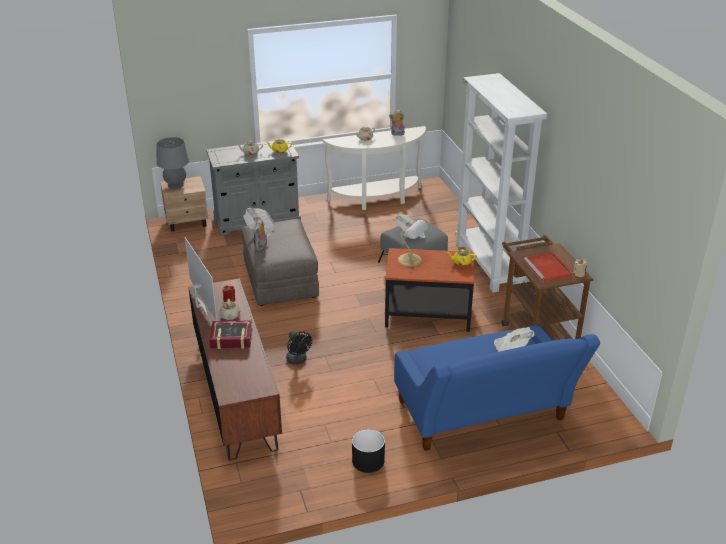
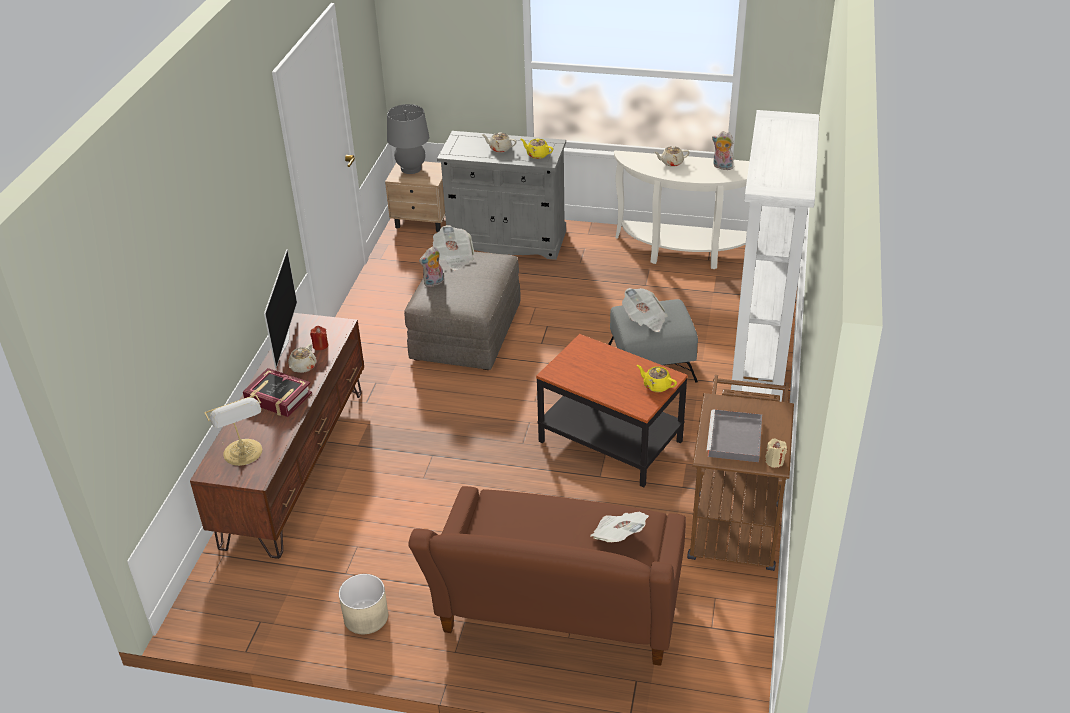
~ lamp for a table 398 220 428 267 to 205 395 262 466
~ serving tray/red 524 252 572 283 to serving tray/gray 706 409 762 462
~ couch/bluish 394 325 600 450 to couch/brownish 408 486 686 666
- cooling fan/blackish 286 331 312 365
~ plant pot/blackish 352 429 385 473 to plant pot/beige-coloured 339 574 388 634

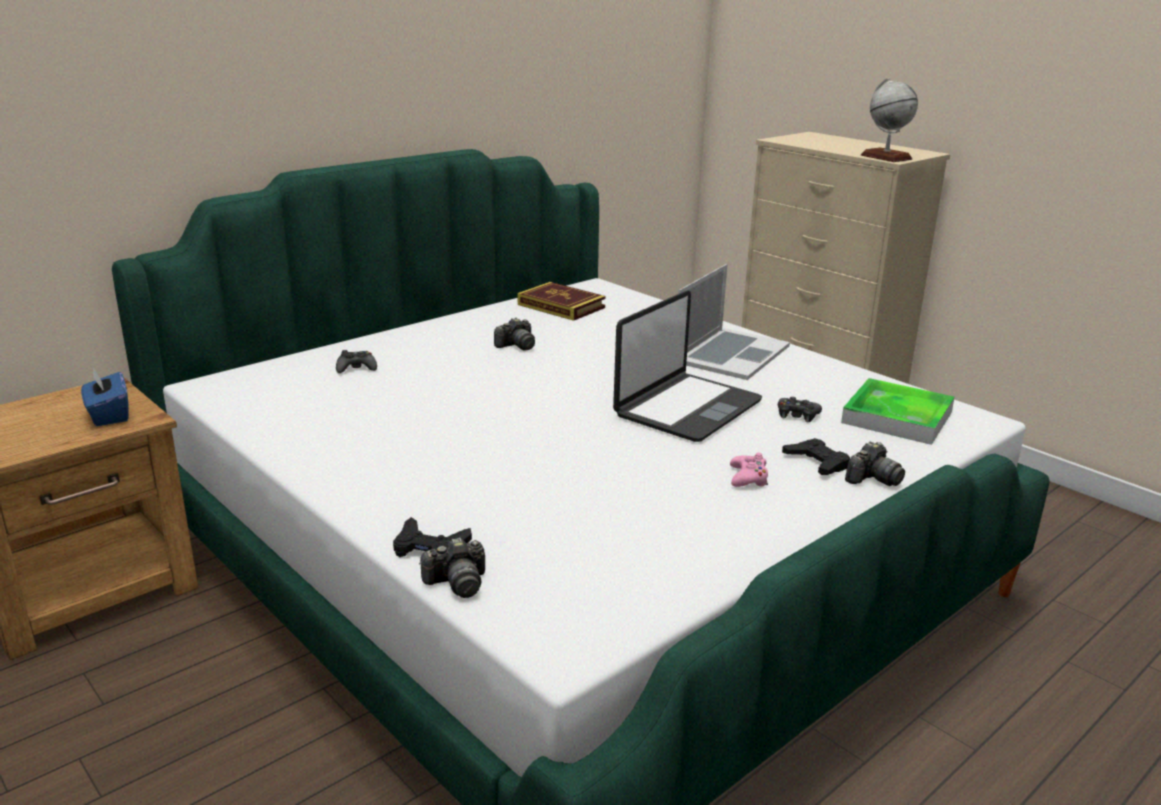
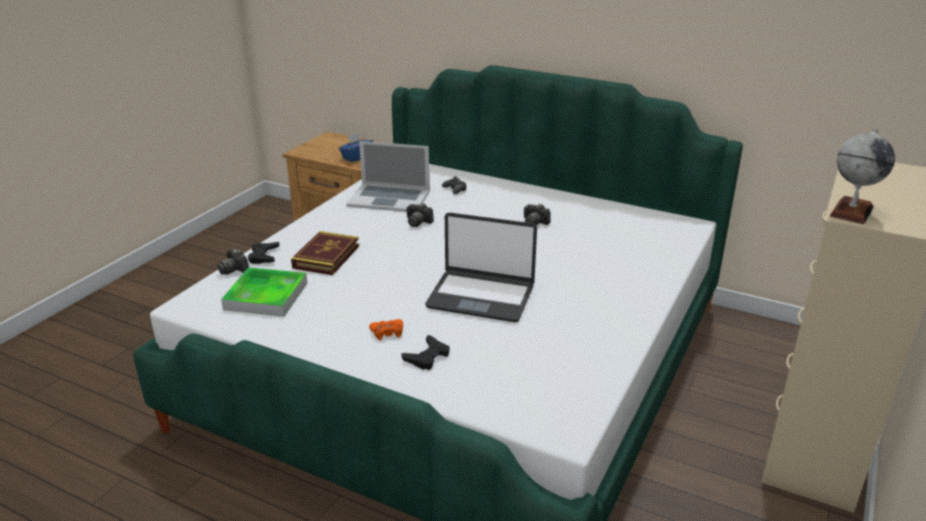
~ portable computer 678 264 790 380 to 346 141 430 212
~ bound book 518 282 606 321 to 291 231 359 275
~ serving tray 841 378 955 445 to 221 267 307 317
- gamepad/blackish 778 397 822 422
~ still camera 845 441 905 486 to 406 203 434 227
~ gamepad/pinkish 730 453 768 487 to gamepad/orange 369 319 403 340

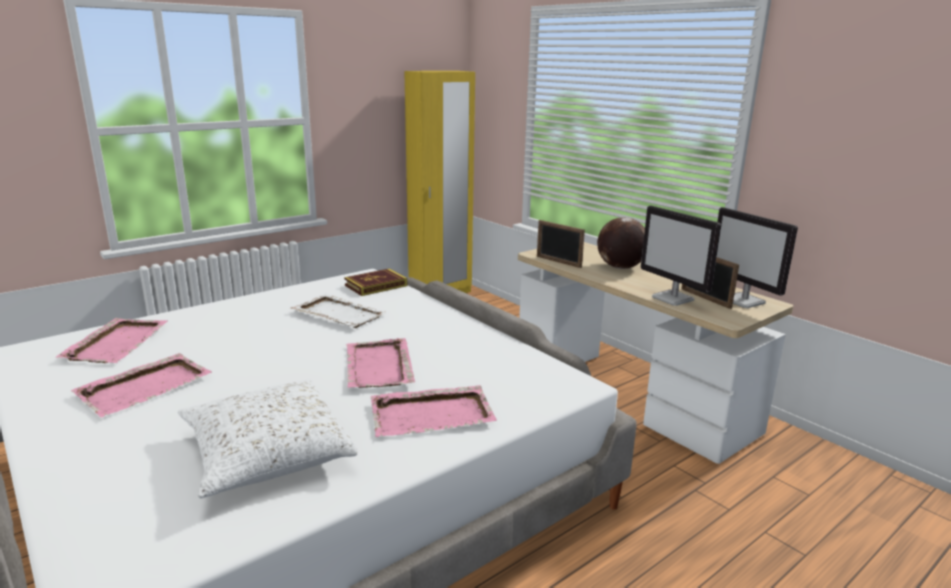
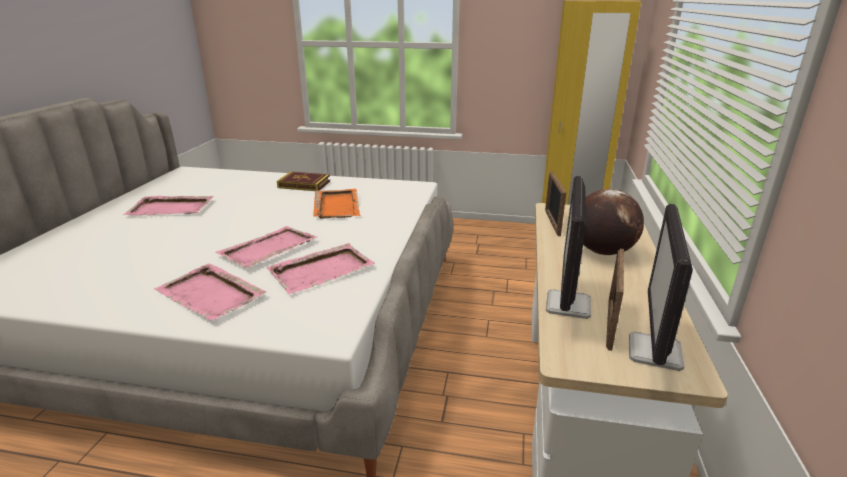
~ bound book 344 269 407 296 to 277 172 330 191
~ serving tray/whitish 290 294 389 328 to serving tray/orange 313 189 361 219
~ serving tray/pinkish 56 318 167 363 to 266 243 375 294
- cushion/whitish 178 380 358 498

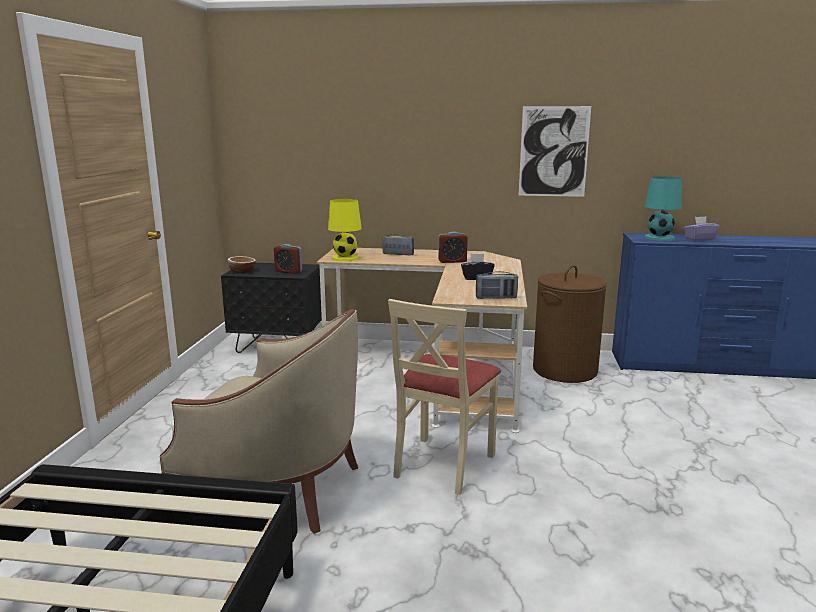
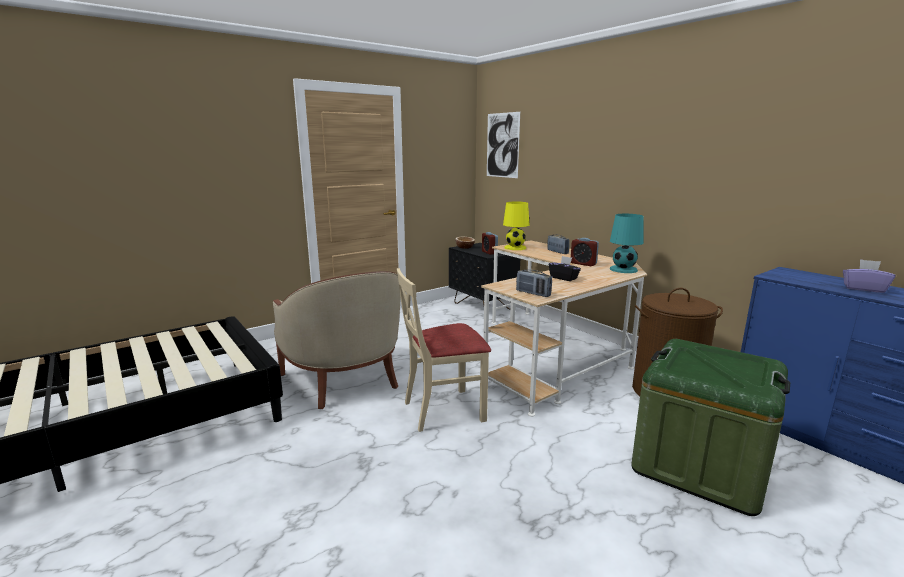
~ picture 519 106 591 197 to 487 112 520 178
~ lamp for a table/turquoise 644 176 682 241 to 610 214 644 273
+ storage box/green-coloured 631 339 790 516

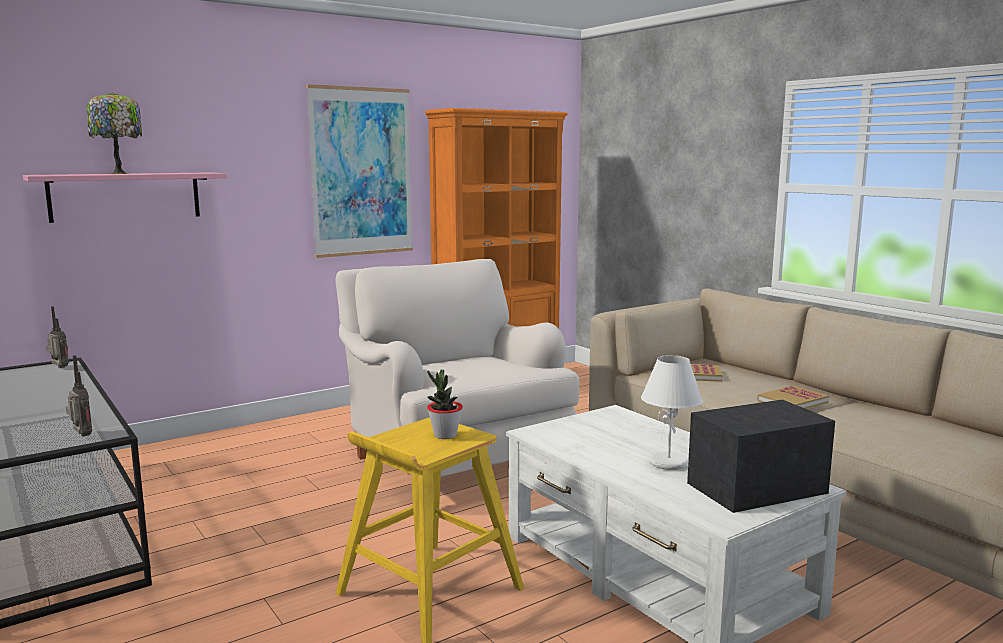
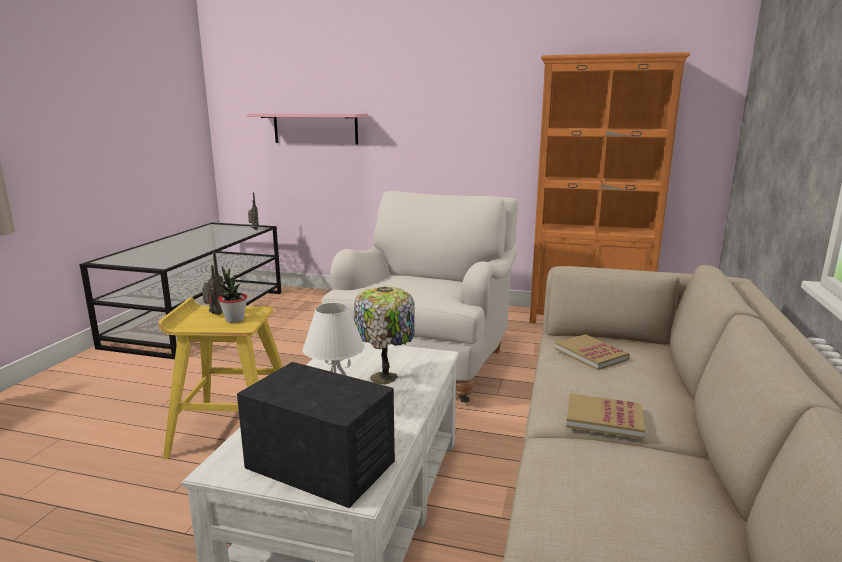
- picture 306 84 413 258
~ lamp for a table 87 93 142 174 to 354 286 415 385
~ radio receiver 66 355 92 437 to 202 252 225 315

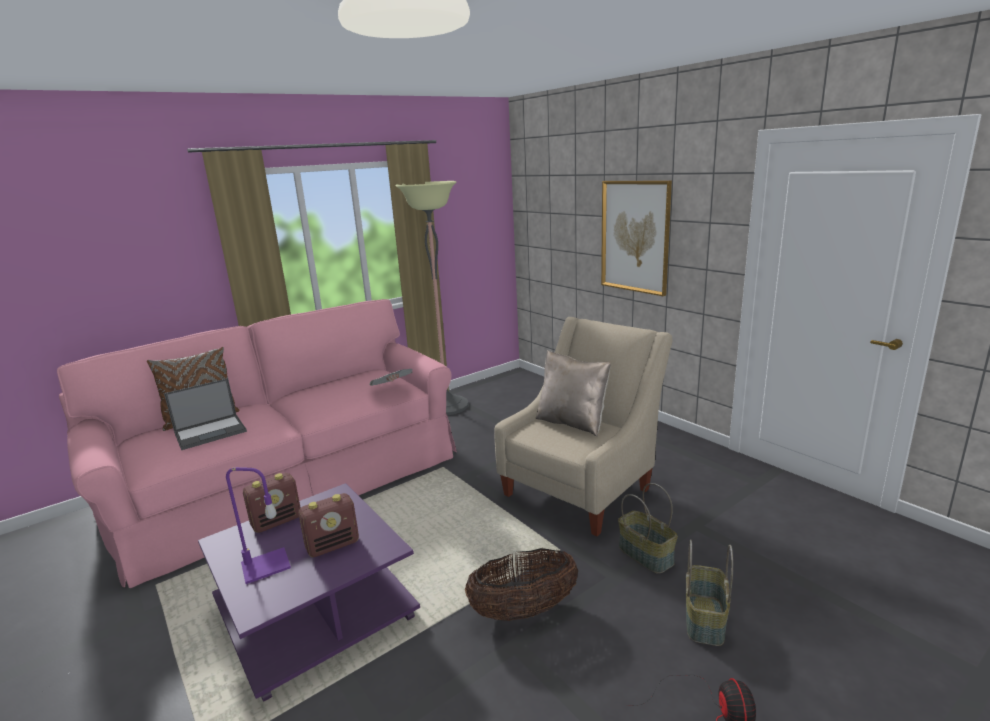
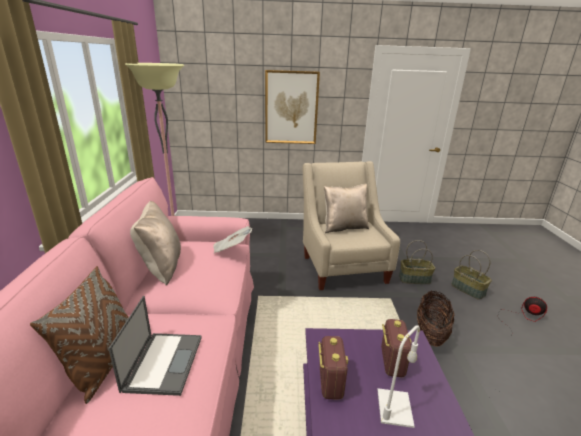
~ lamp for a table/purple-coloured 226 467 291 584 to lamp for a table/whitish 377 325 420 428
+ cushion/beige-coloured 130 201 181 285

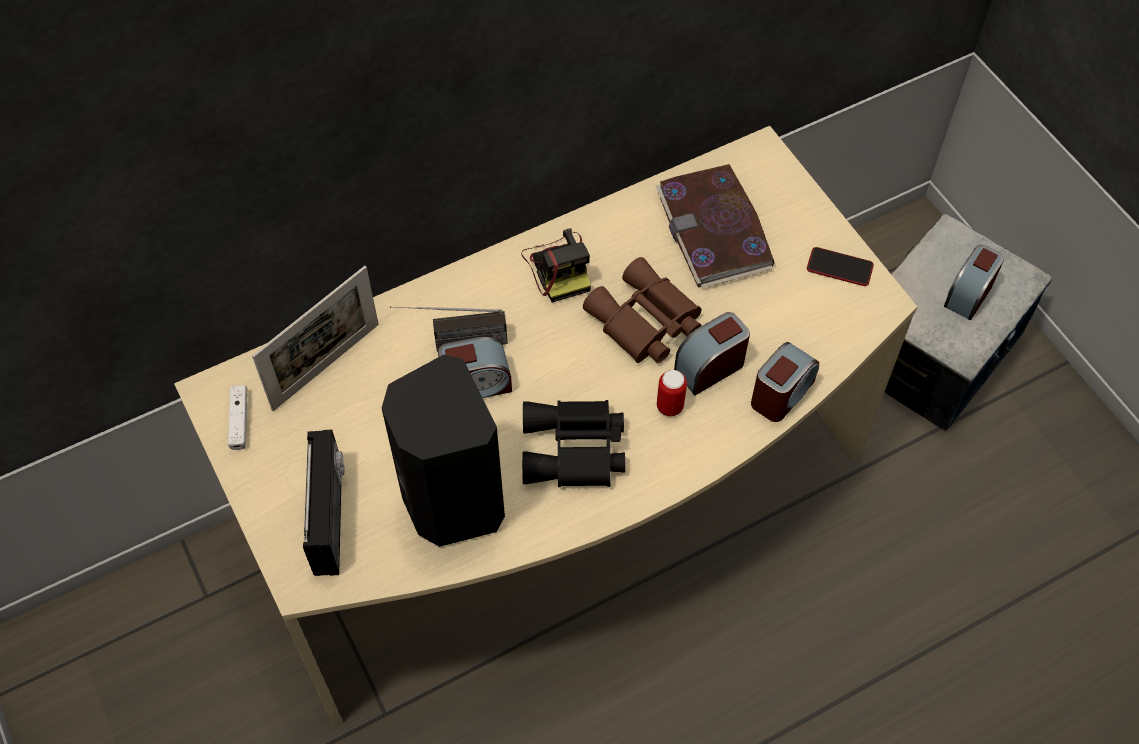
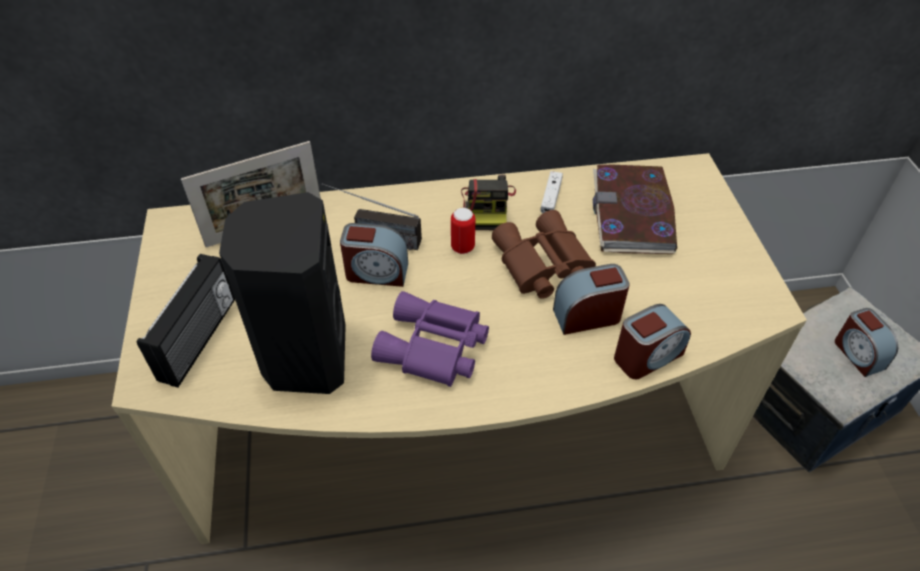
~ bedside clock 944 245 1004 320 = 835 308 898 377 75 degrees counterclockwise
- telephone 807 247 874 286
~ metal can 657 370 687 417 to 451 208 475 254
~ gamepad/whitish 228 385 247 450 to 541 171 563 214
~ field glasses/blackish 522 400 625 487 to field glasses/purple-coloured 371 291 489 387

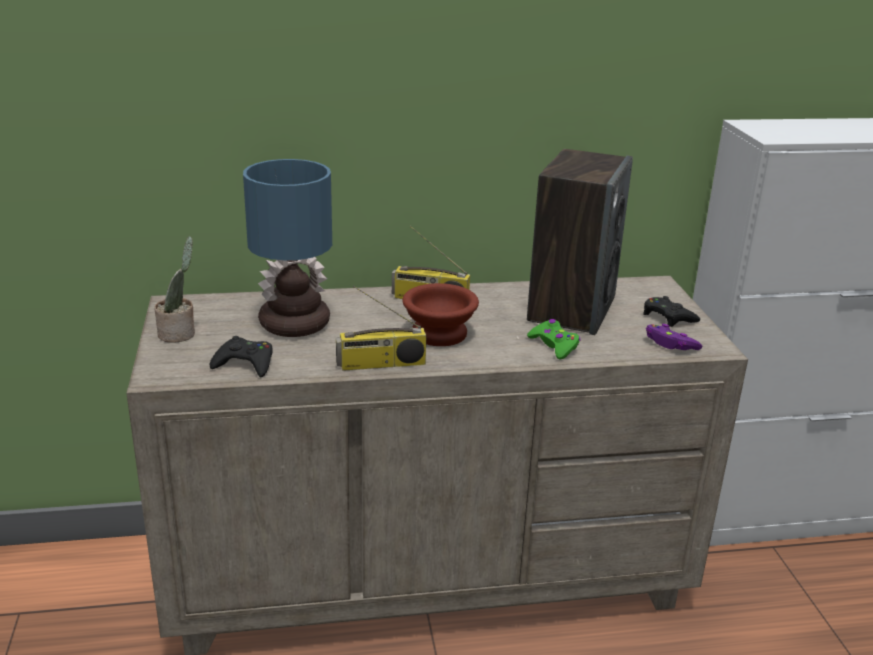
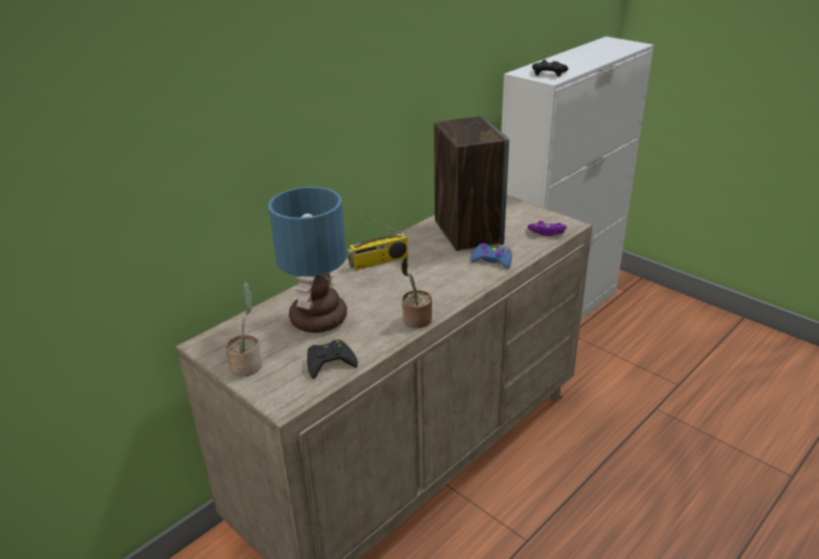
- serving bowl/brownish 402 283 479 346
~ radio receiver 336 286 426 371 to plant in a pot 401 257 432 328
~ gamepad/blackish 643 296 700 327 to 532 60 568 77
~ gamepad/green-coloured 527 319 581 359 to gamepad/bluish 470 243 512 269

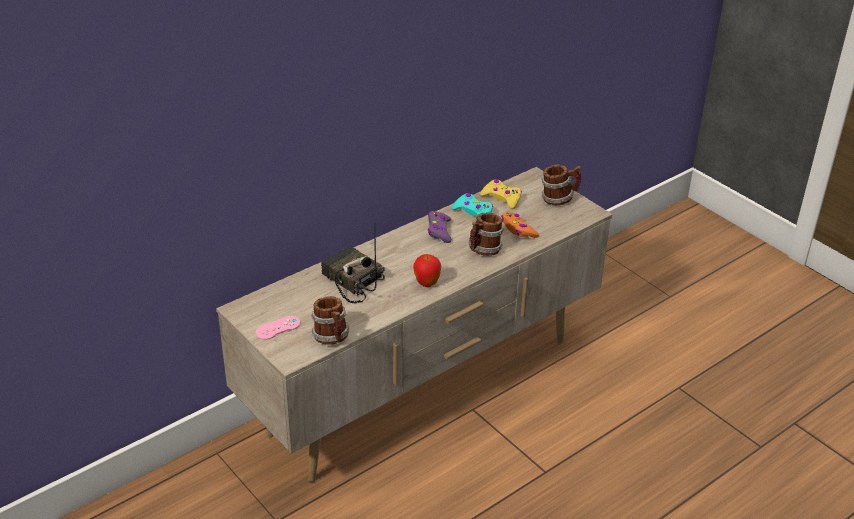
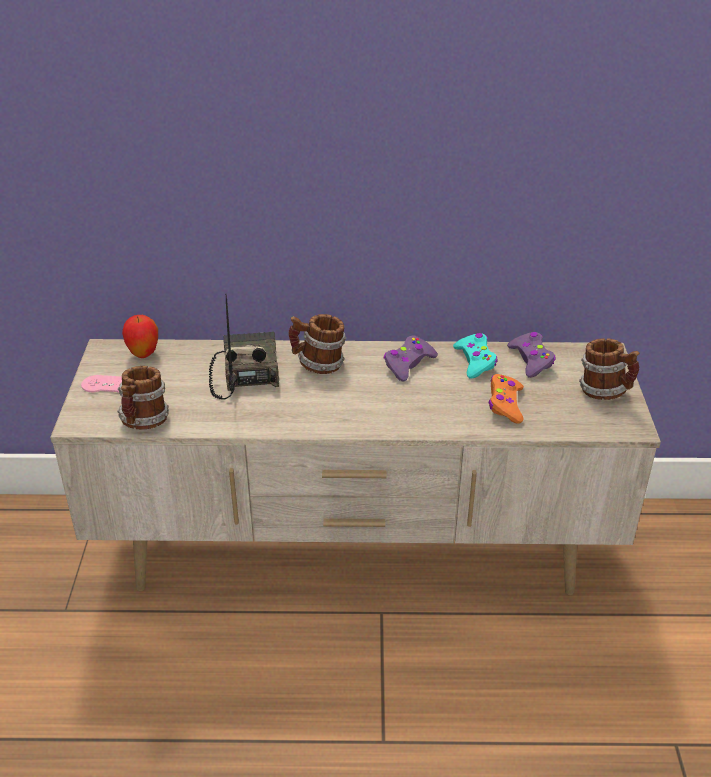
~ gamepad/yellowish 480 179 522 209 to gamepad/purple-coloured 507 332 556 378
~ tea mug 469 213 504 256 to 289 314 347 374
~ whole apple 413 254 441 287 to 122 315 158 358

